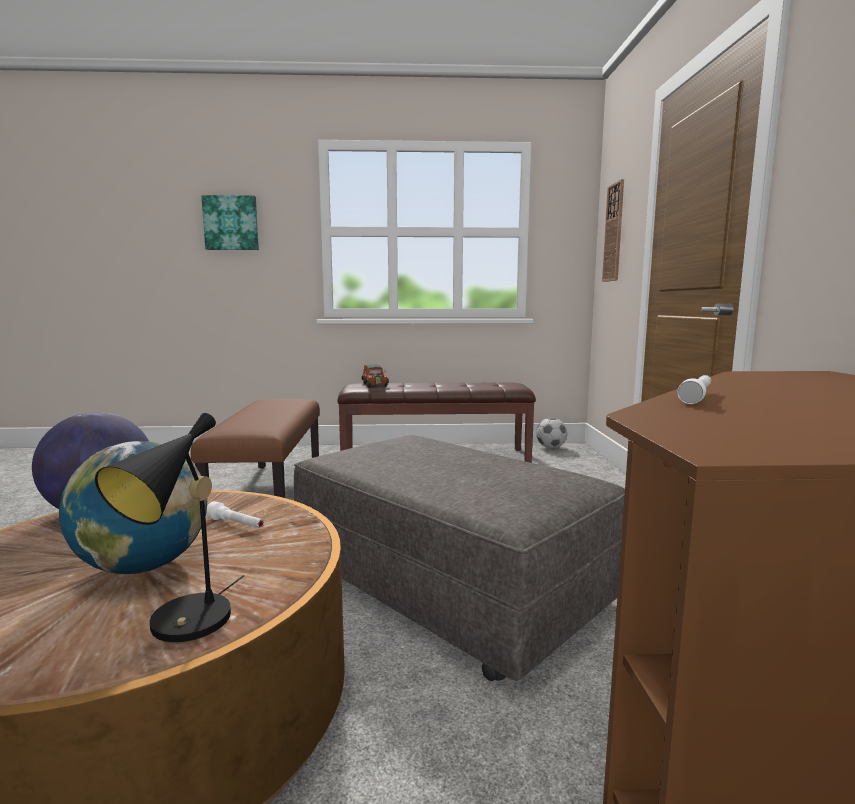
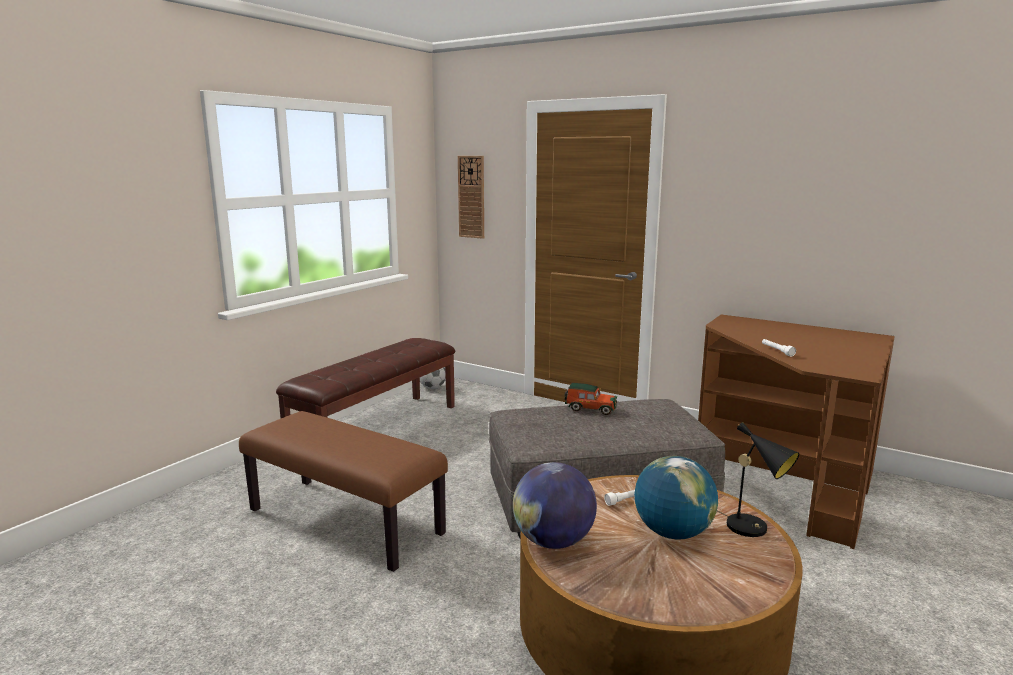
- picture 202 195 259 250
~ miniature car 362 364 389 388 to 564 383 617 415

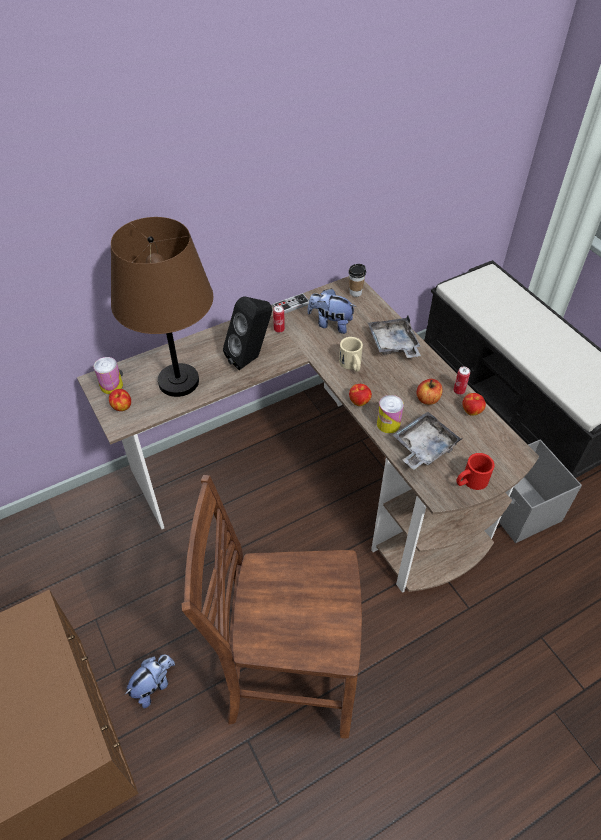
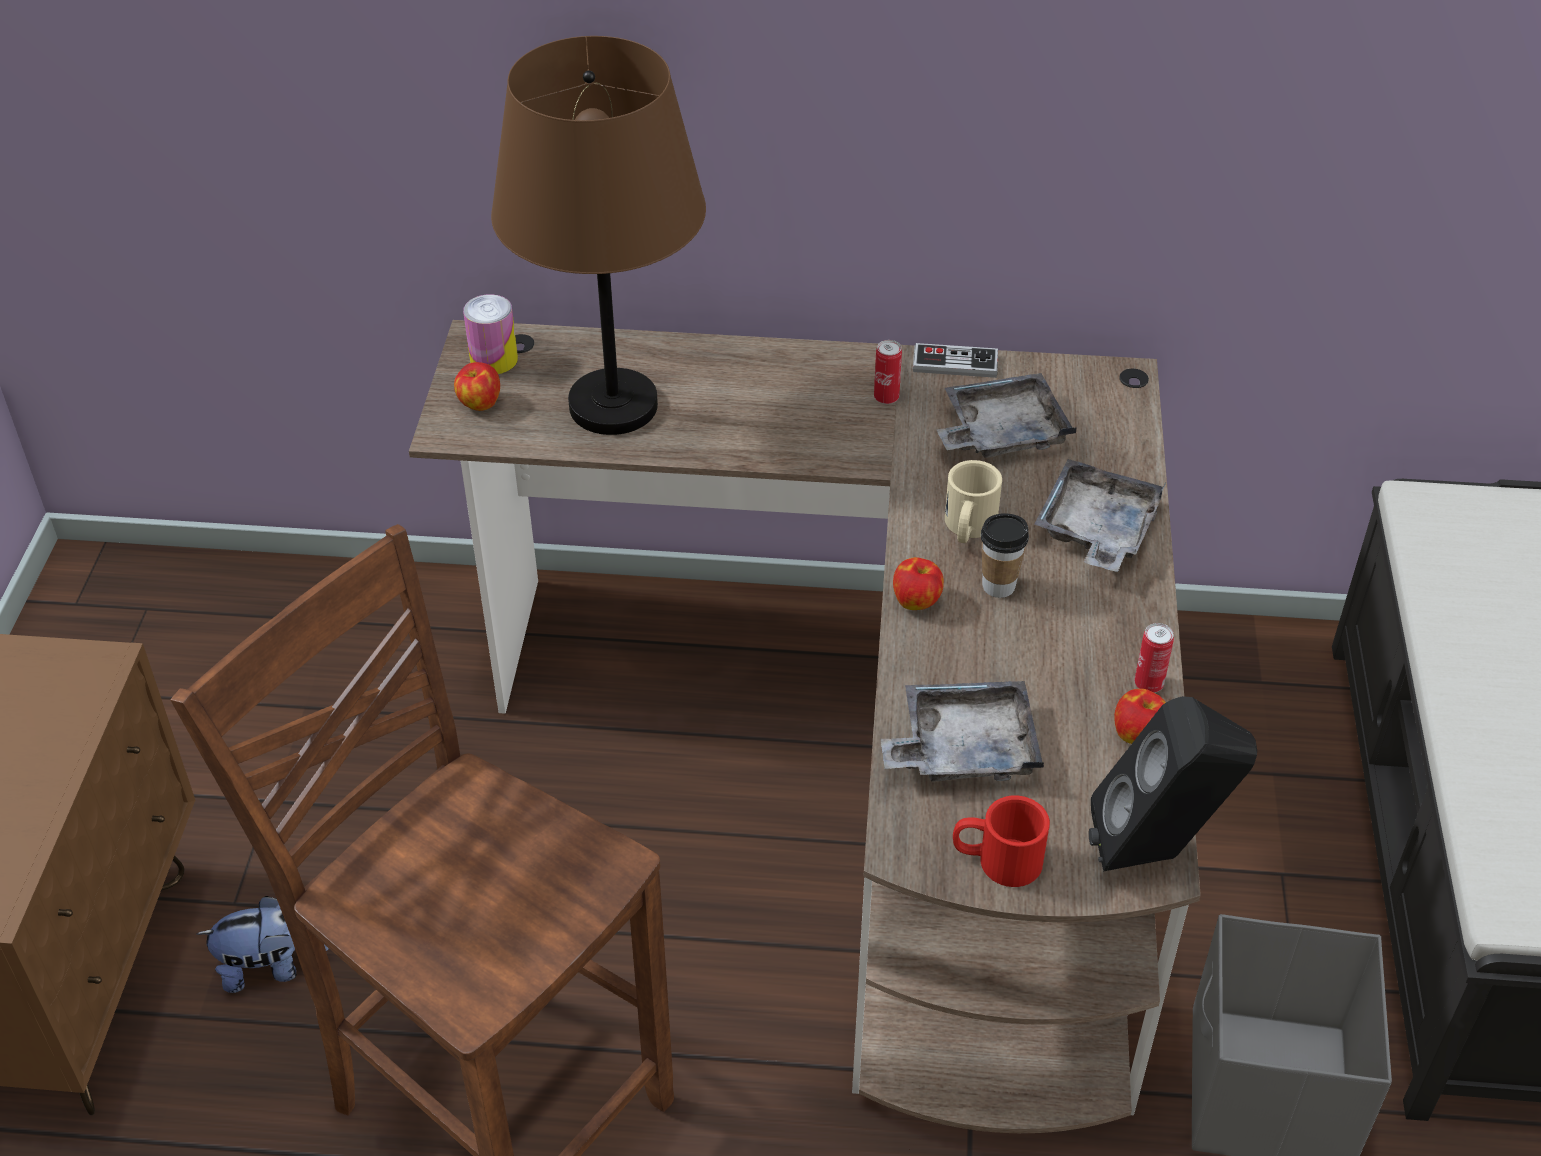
~ cup 348 264 366 297 to 981 513 1029 598
~ soft toy 307 288 357 334 to serving tray/gray 936 373 1077 458
~ audio speaker/blackish 223 296 272 370 to 1089 696 1257 871
- whole apple 417 379 443 405
- metal can 377 395 404 434

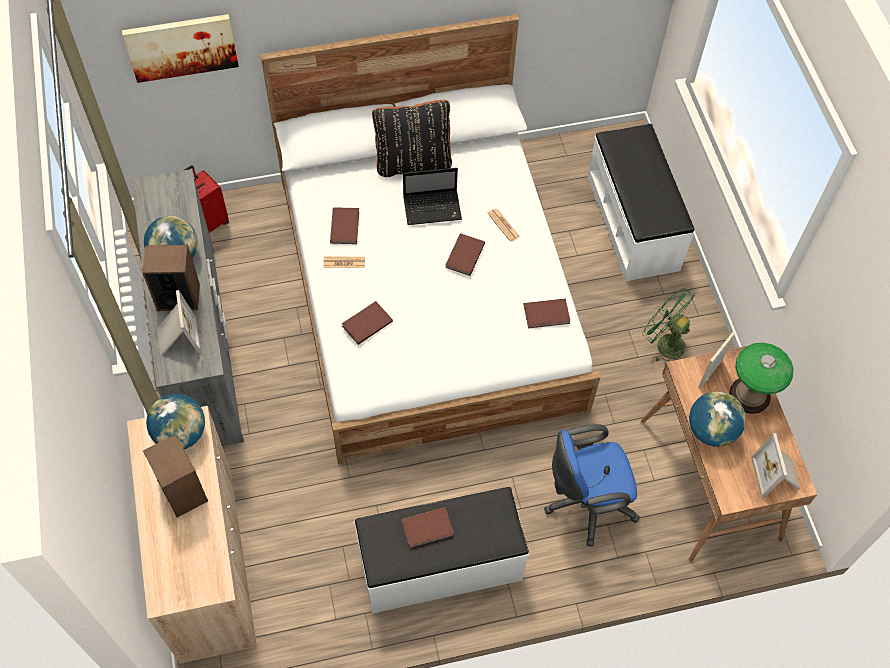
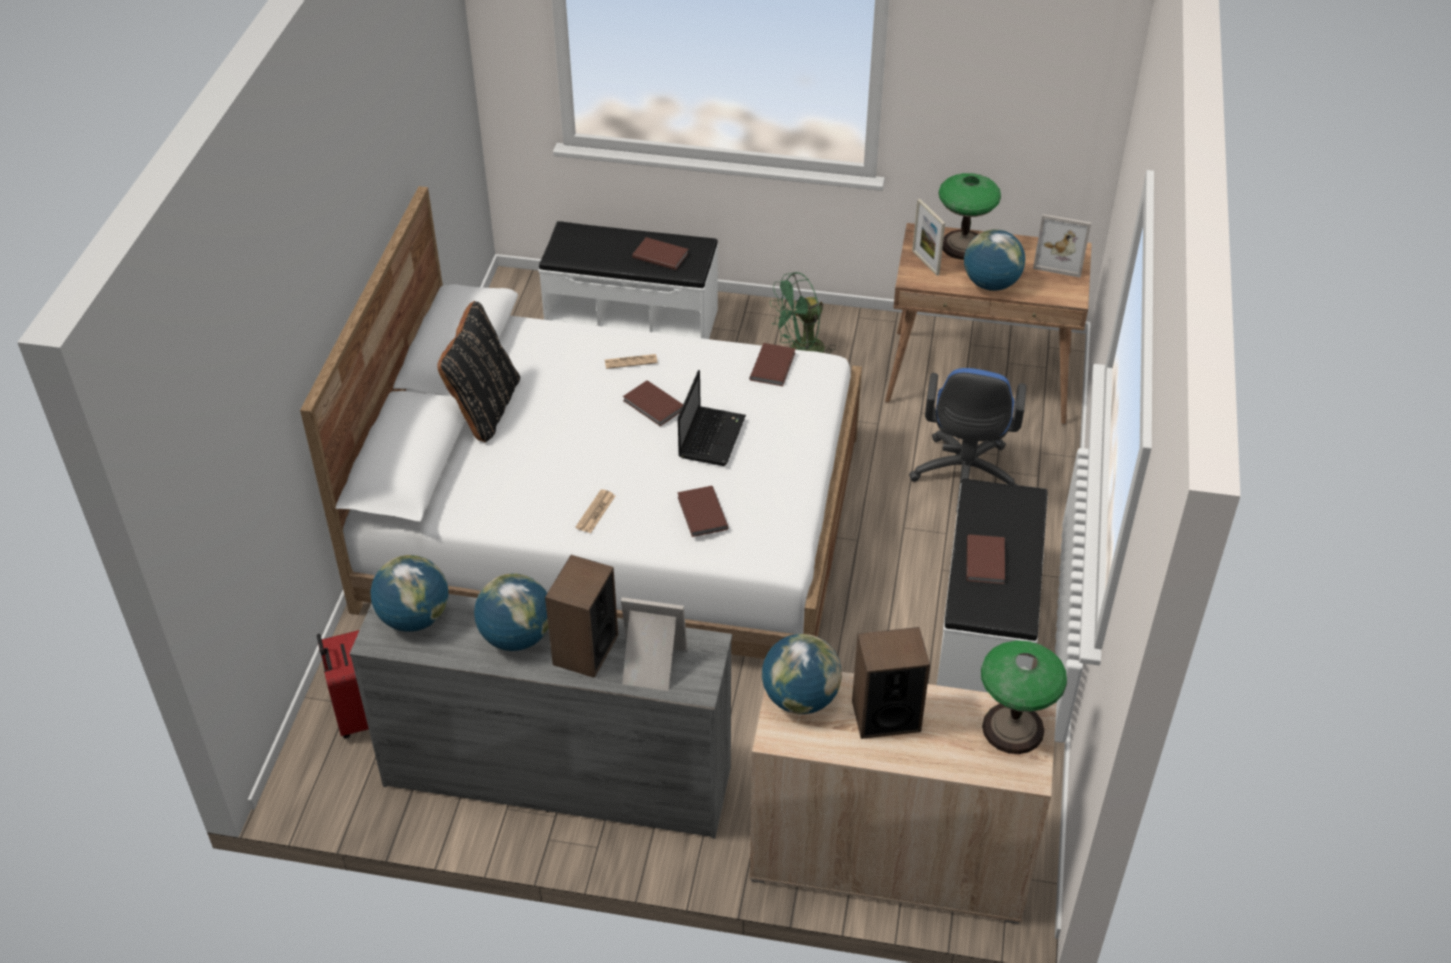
- picture 122 14 239 83
~ portable computer 403 168 462 225 to 678 370 746 466
~ bound book/brownish 330 207 359 244 to 632 237 689 270
+ world globe 370 555 448 632
+ lamp for a table 981 641 1067 754

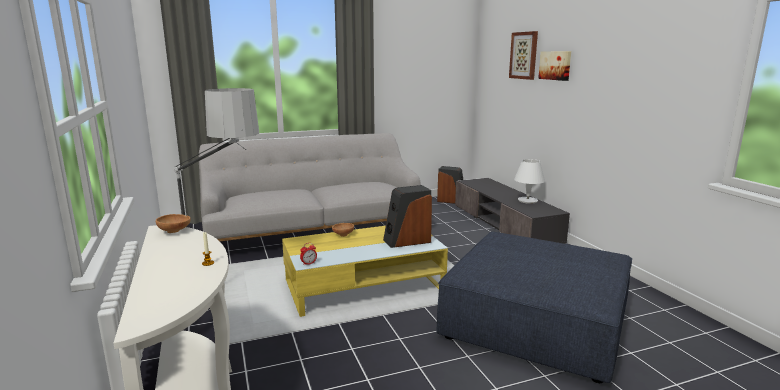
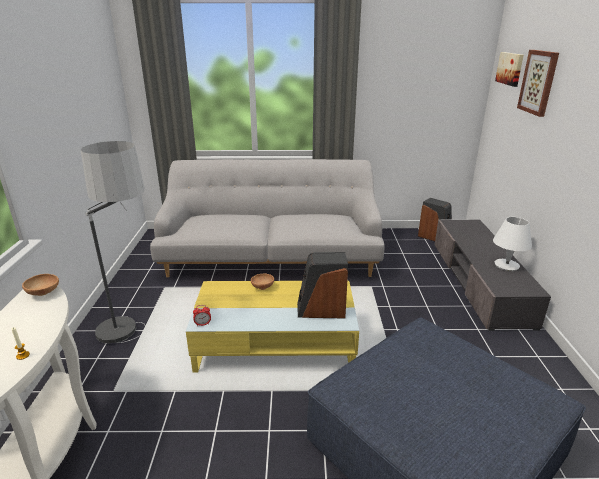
~ picture 538 51 571 81 to 495 52 524 87

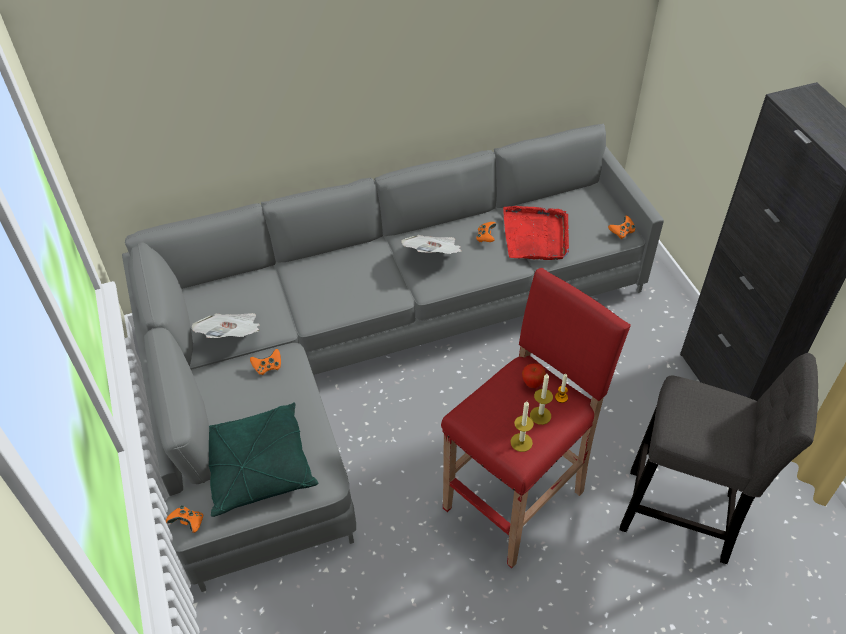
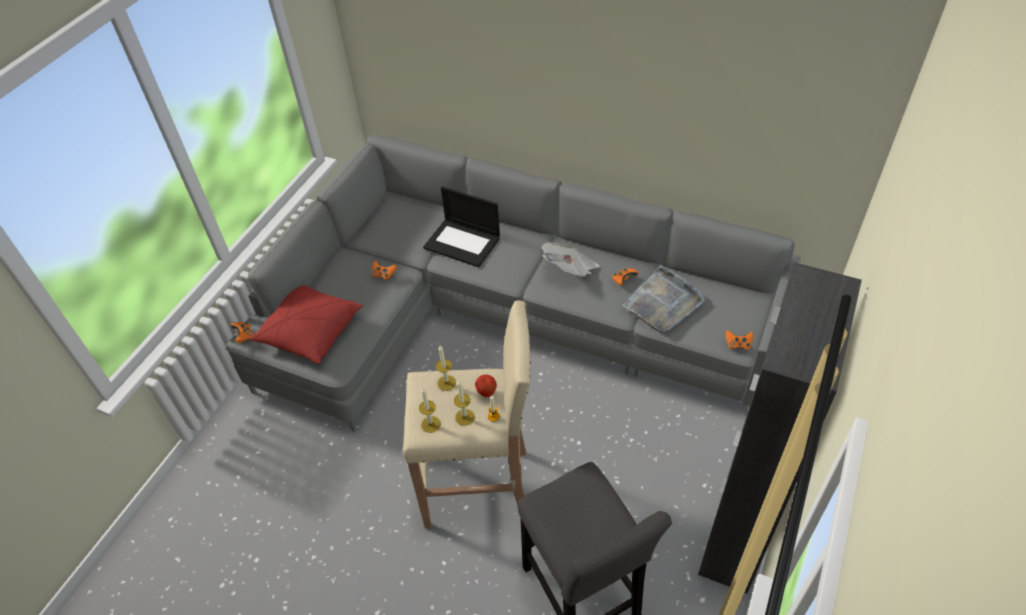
~ serving tray/red 503 206 569 260 to serving tray/gray 622 265 705 333
~ sitting stool/red 441 268 631 568 to sitting stool/beige-coloured 403 300 531 528
- newspaper 192 313 260 338
~ cushion/green-coloured 208 402 318 517 to cushion/red 249 285 363 364
+ portable computer 423 186 500 267
+ wax light 436 346 456 391

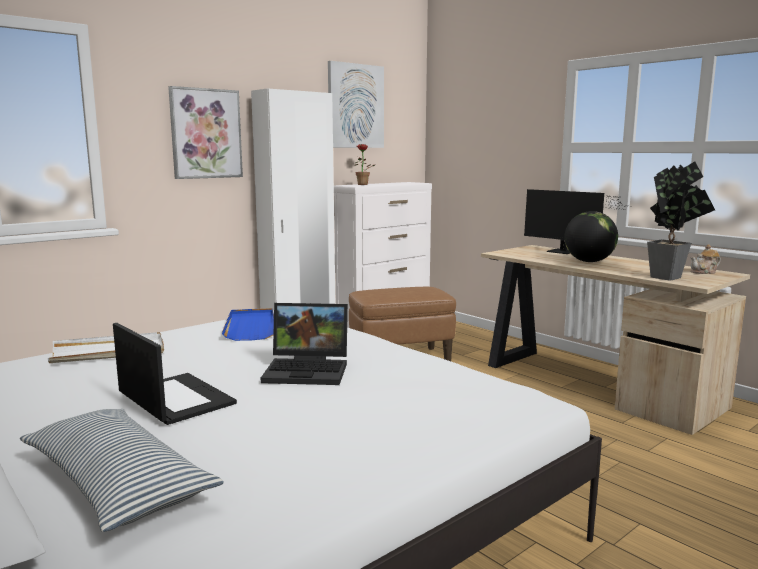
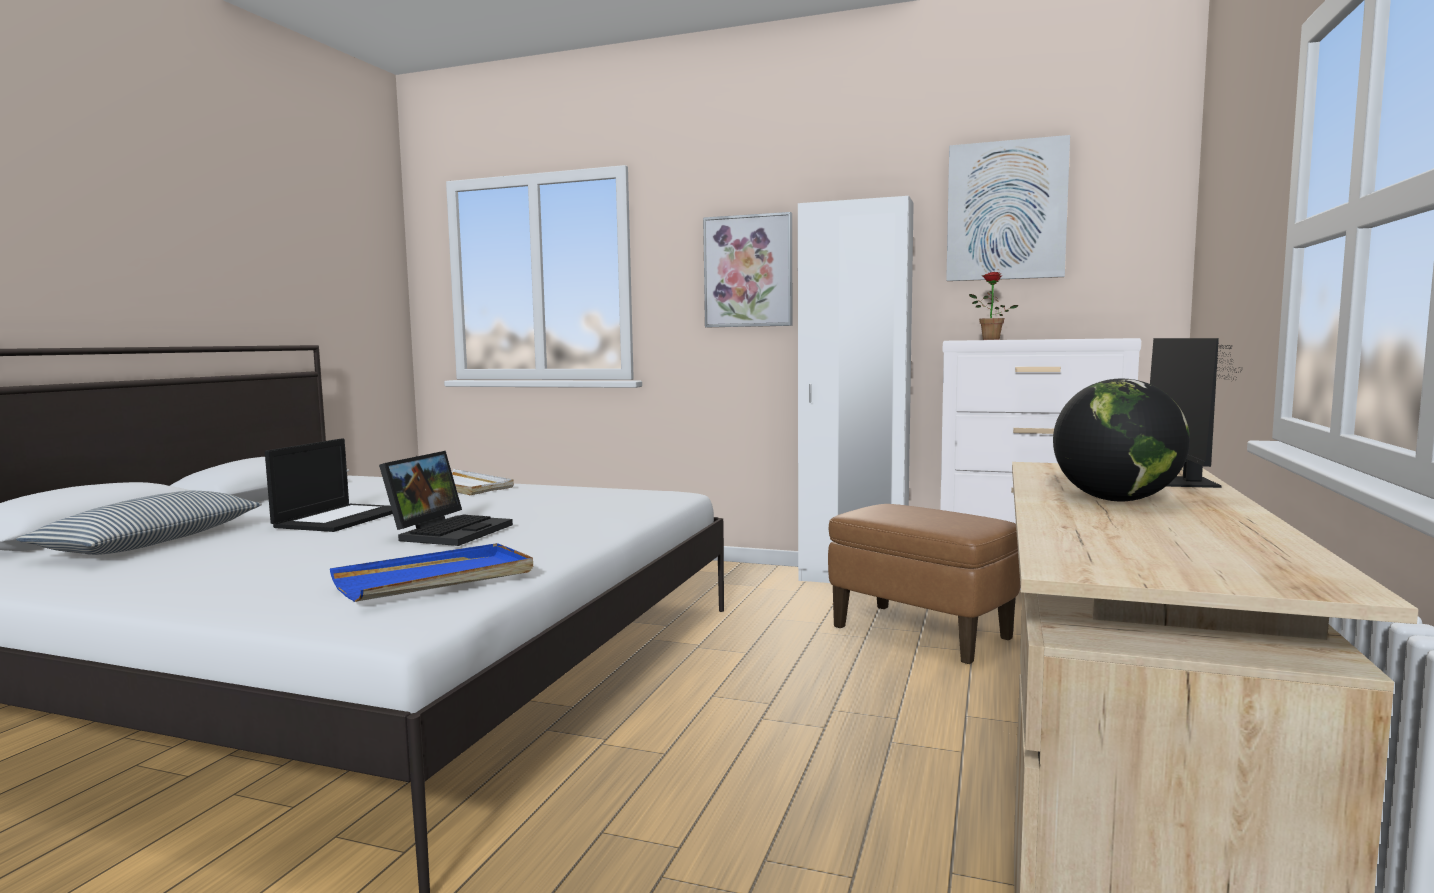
- plant in a pot 647 161 715 281
- tea pot 690 244 721 274
~ portable computer 261 303 348 385 = 379 451 513 546 135 degrees counterclockwise
~ serving tray/bluish 222 308 274 341 to 330 543 533 602

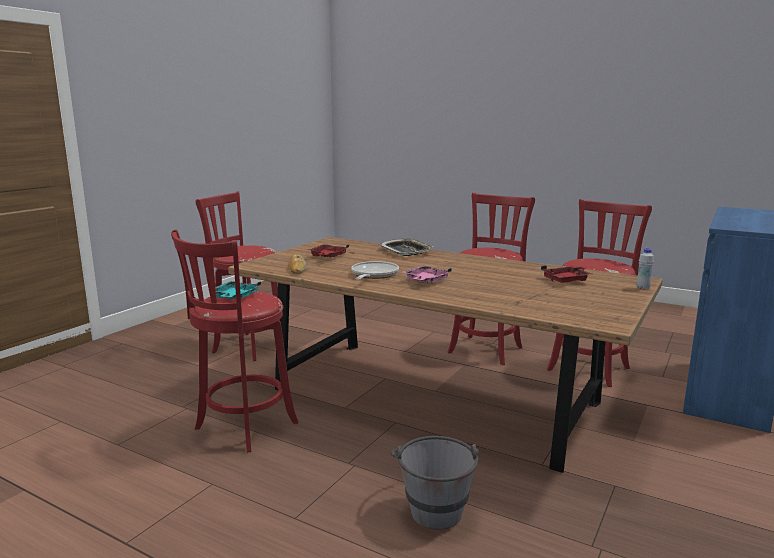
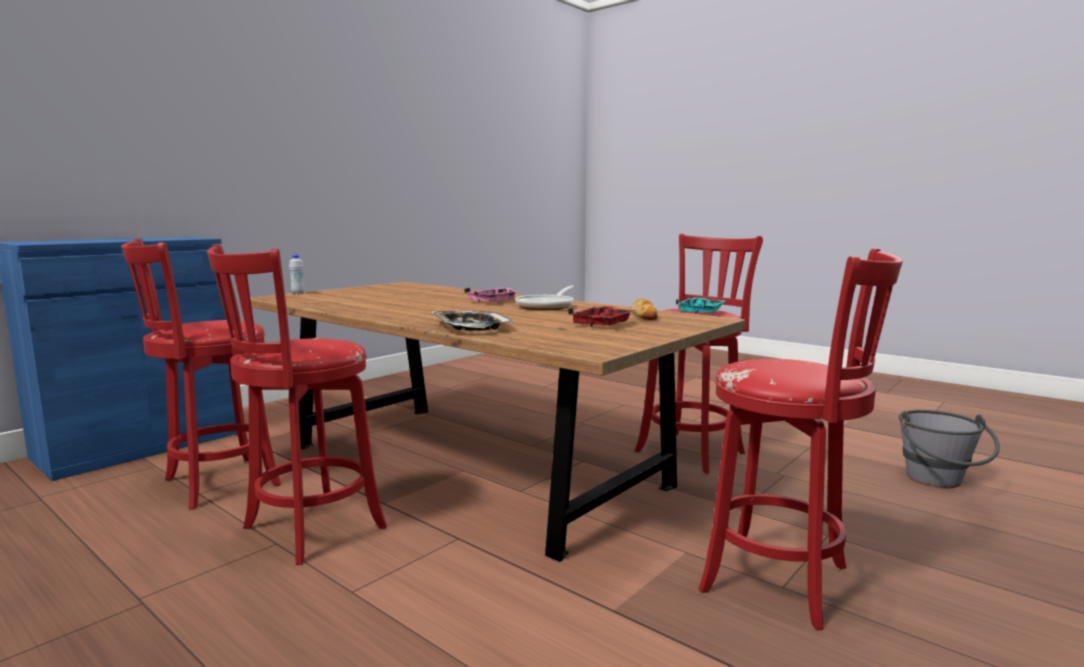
- serving tray/red 541 265 592 283
~ water bucket/gray 390 436 479 530 to 898 410 1000 488

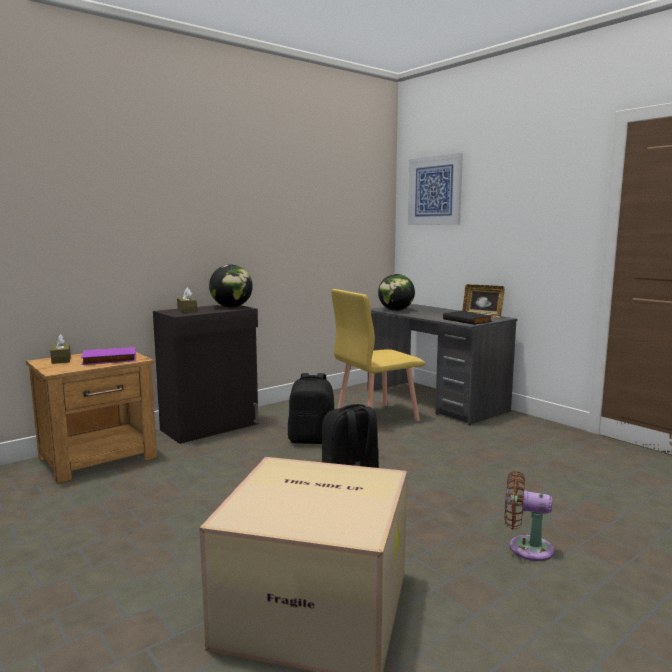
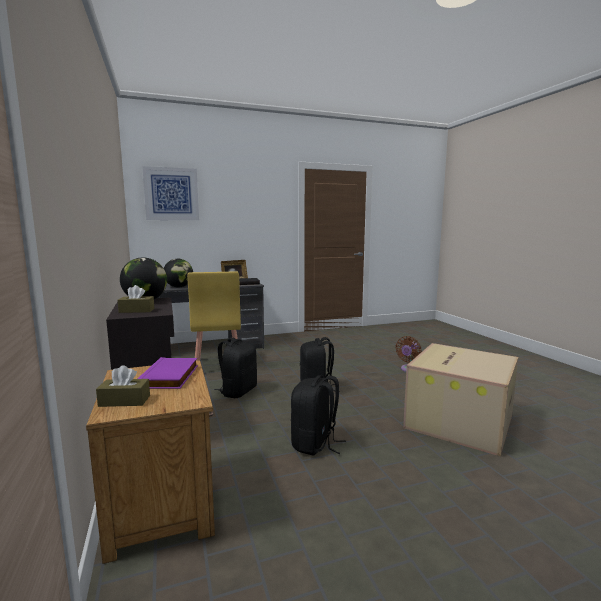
+ rucksack/blackish 291 375 346 456

